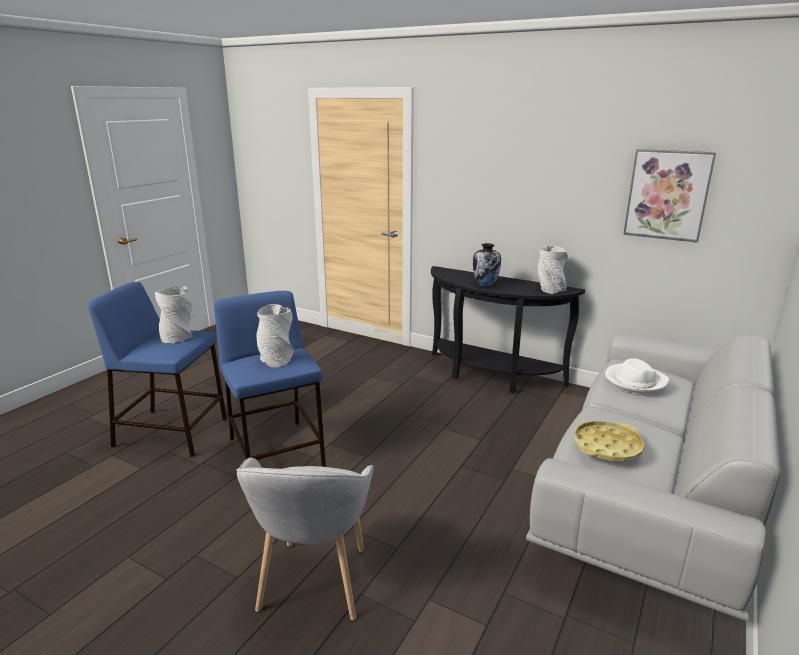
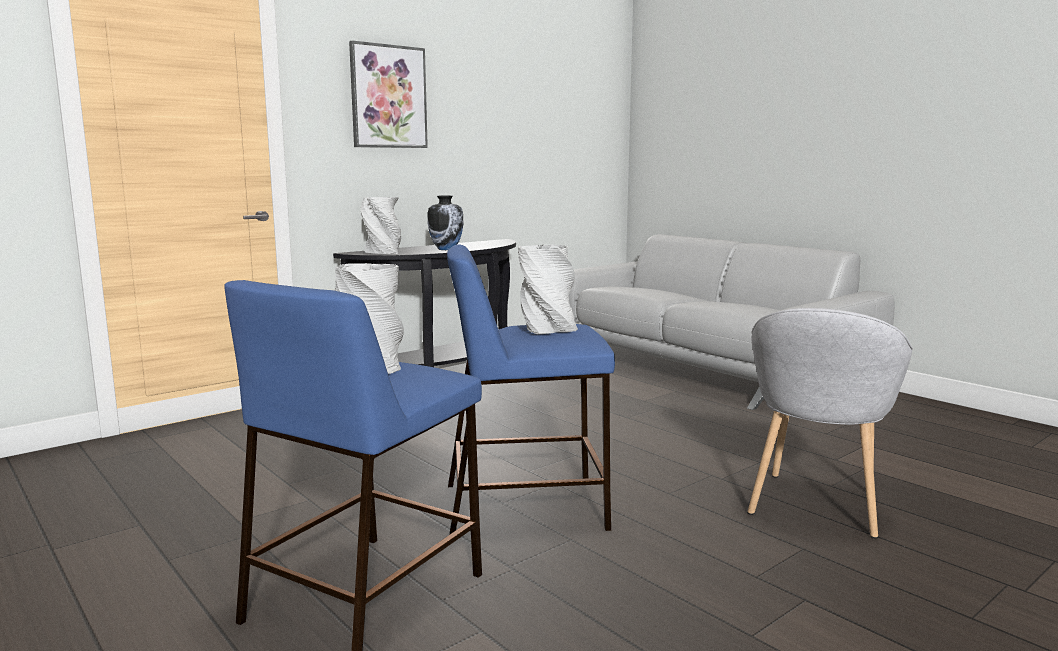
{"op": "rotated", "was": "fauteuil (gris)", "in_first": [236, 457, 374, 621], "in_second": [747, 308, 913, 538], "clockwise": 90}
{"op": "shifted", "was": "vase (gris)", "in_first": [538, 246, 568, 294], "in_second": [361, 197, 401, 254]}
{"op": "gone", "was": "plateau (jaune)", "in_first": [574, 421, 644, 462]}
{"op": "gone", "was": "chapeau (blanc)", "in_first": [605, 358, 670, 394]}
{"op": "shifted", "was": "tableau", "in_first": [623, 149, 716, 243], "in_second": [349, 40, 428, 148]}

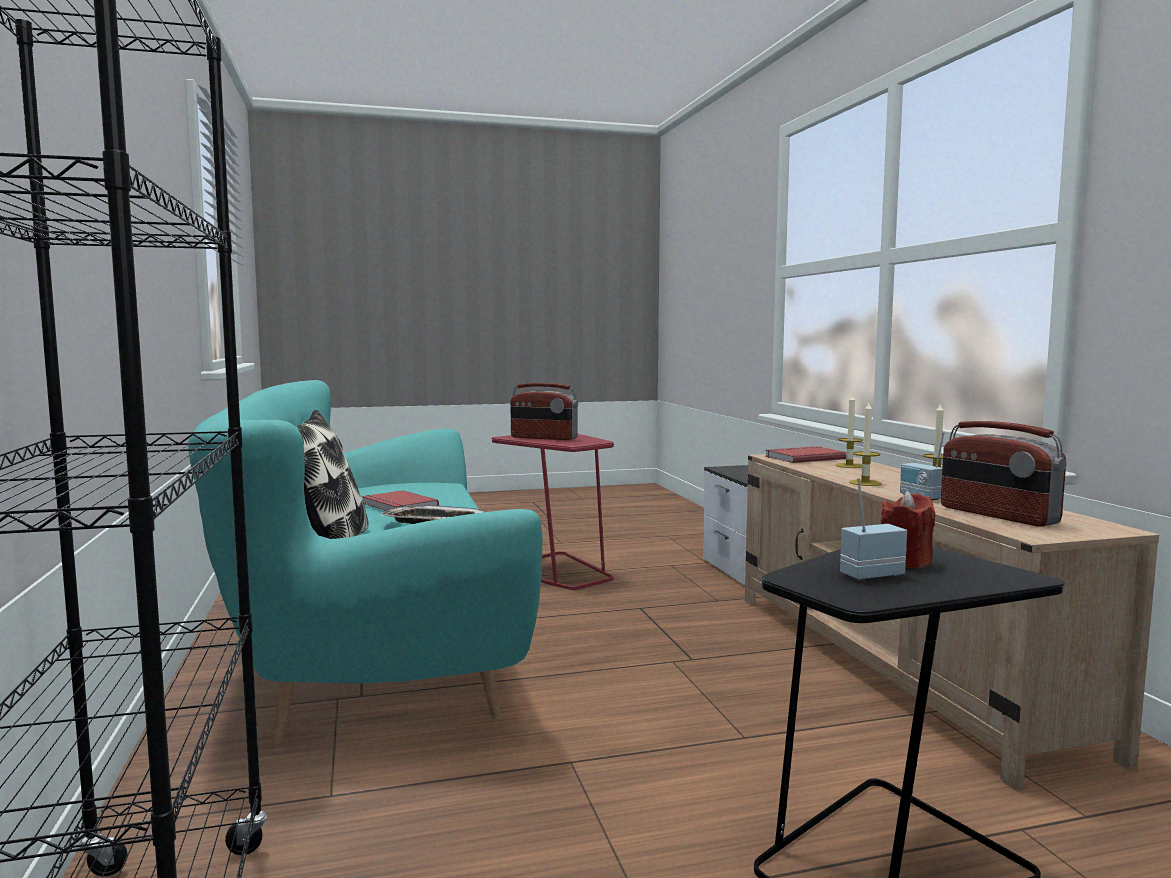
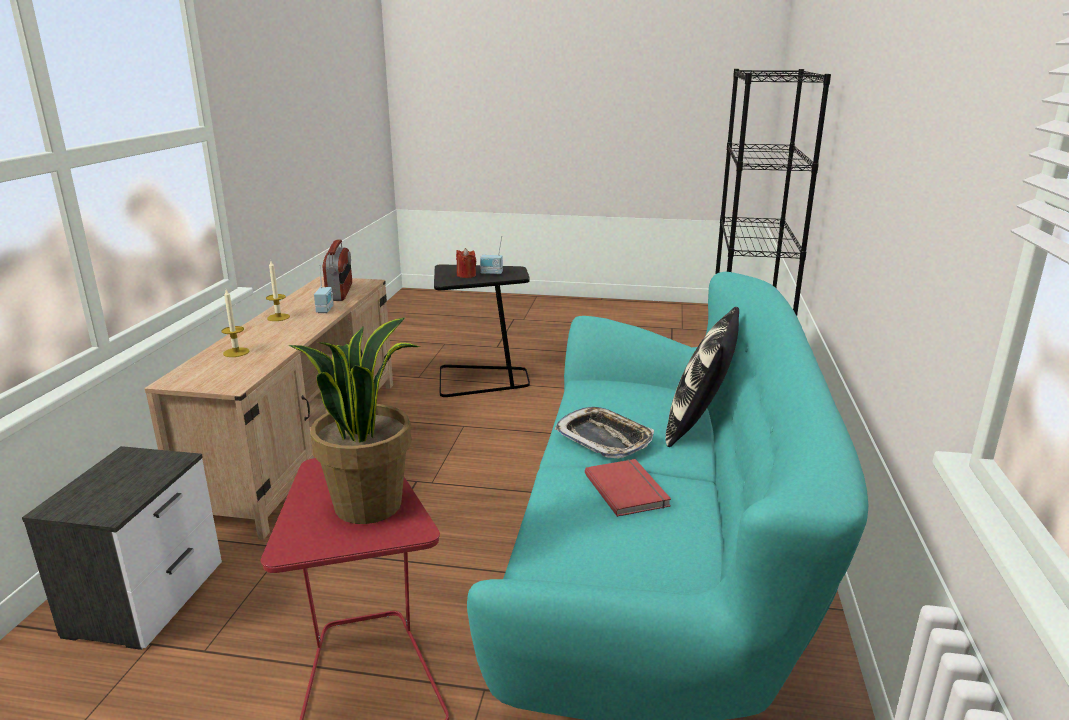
{"op": "swapped", "was": "radio", "now": "plante en pot", "in_first": [510, 383, 578, 440], "in_second": [289, 318, 420, 524]}
{"op": "gone", "was": "livre (rouge)", "in_first": [765, 446, 846, 463]}
{"op": "gone", "was": "bougie", "in_first": [849, 402, 882, 486]}

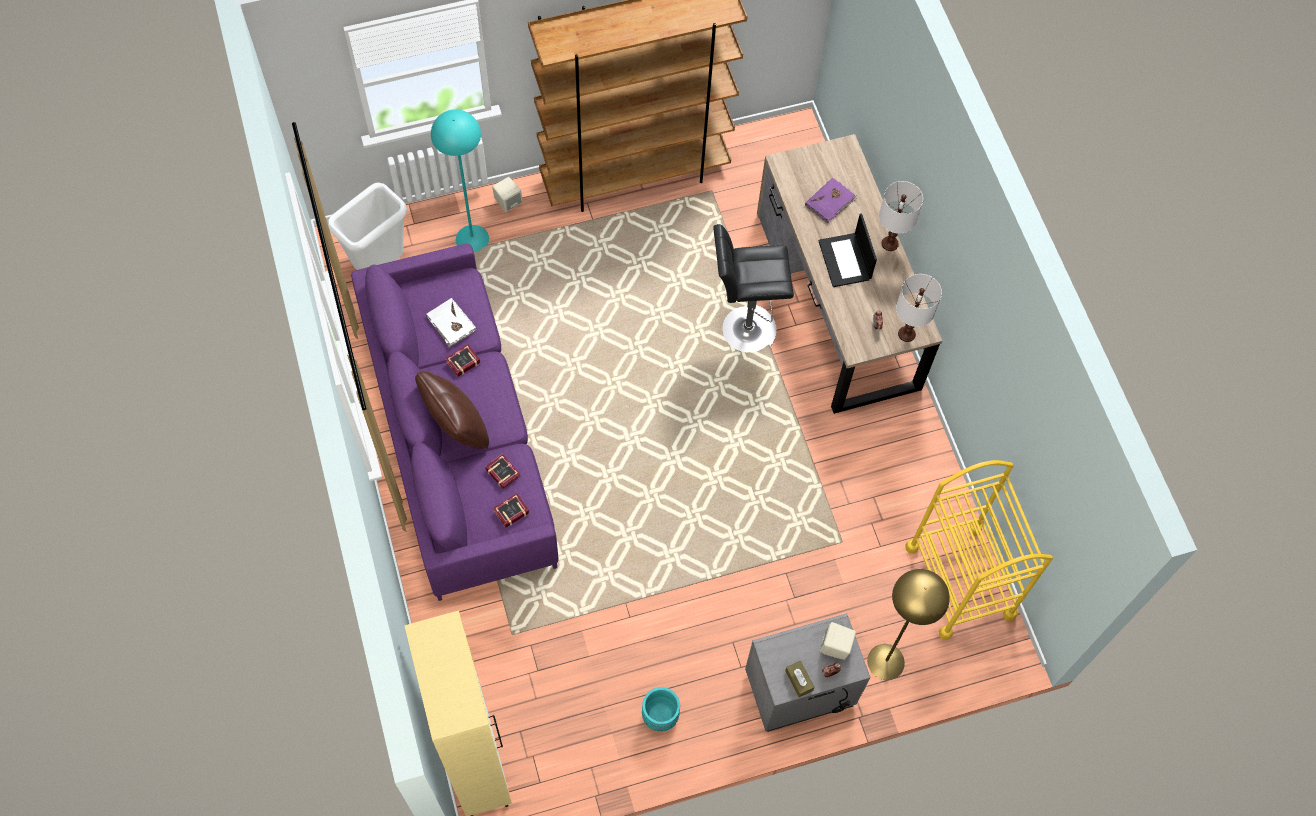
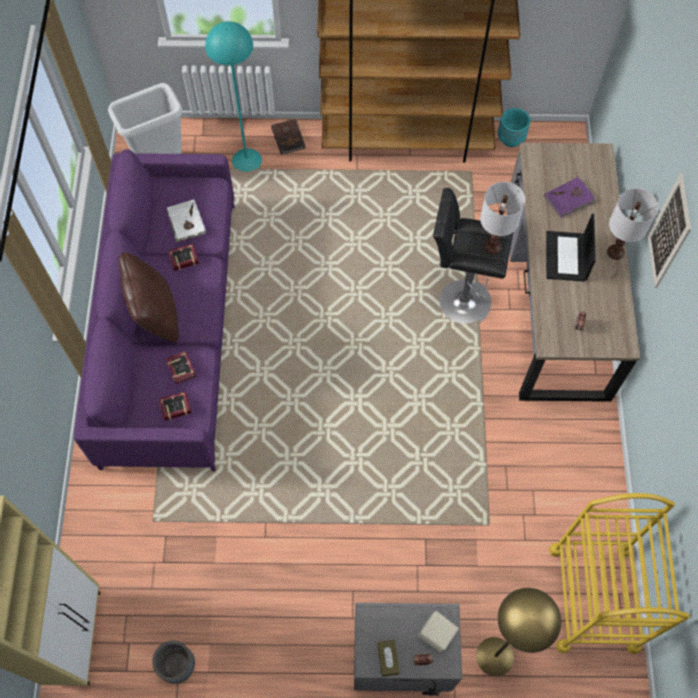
{"op": "swapped", "was": "enceinte (beige)", "now": "livre (marron)", "in_first": [492, 177, 523, 213], "in_second": [271, 119, 306, 155]}
{"op": "shifted", "was": "cache-pot (turquoise)", "in_first": [642, 687, 680, 732], "in_second": [498, 108, 531, 147]}
{"op": "shifted", "was": "lampe de table (blanc)", "in_first": [896, 274, 942, 342], "in_second": [480, 182, 525, 254]}
{"op": "new", "now": "cache-pot (gris)", "in_second": [152, 640, 195, 684]}
{"op": "new", "now": "tableau", "in_second": [648, 173, 691, 288]}

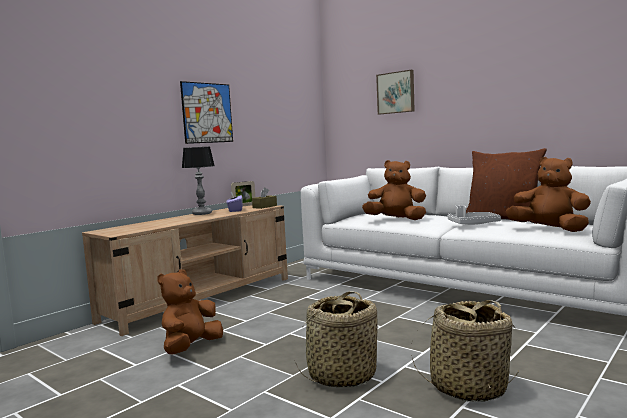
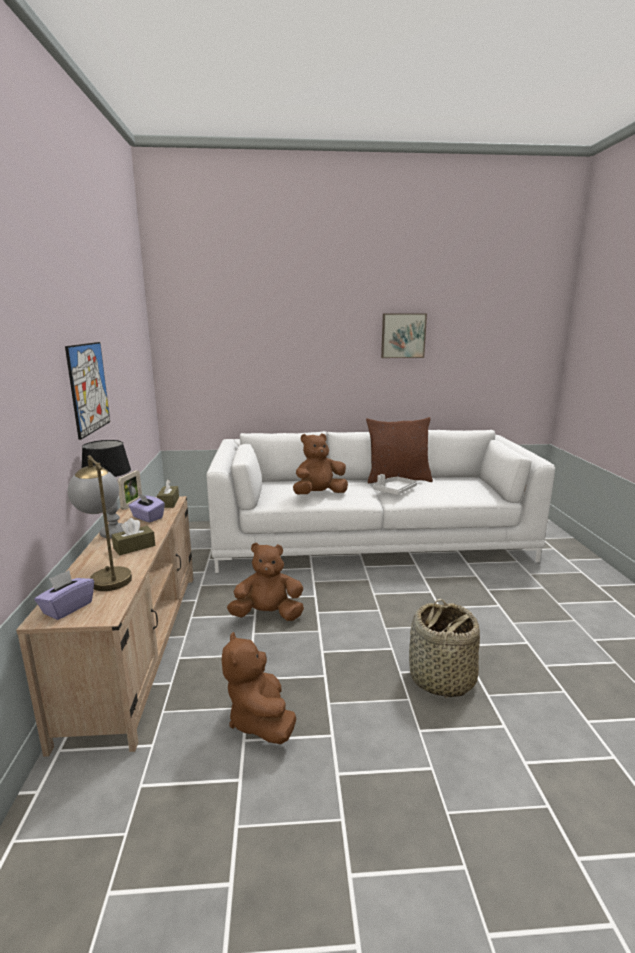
{"op": "shifted", "was": "tableau", "in_first": [376, 70, 415, 114], "in_second": [381, 313, 427, 358]}
{"op": "gone", "was": "panier", "in_first": [411, 300, 520, 402]}
{"op": "shifted", "was": "peluche (marron)", "in_first": [506, 157, 591, 232], "in_second": [227, 543, 304, 621]}
{"op": "new", "now": "boîte à mouchoirs (violet)", "in_second": [34, 570, 94, 620]}
{"op": "new", "now": "lampe de table", "in_second": [68, 455, 132, 591]}
{"op": "new", "now": "boîte à mouchoirs (marron)", "in_second": [112, 518, 155, 555]}

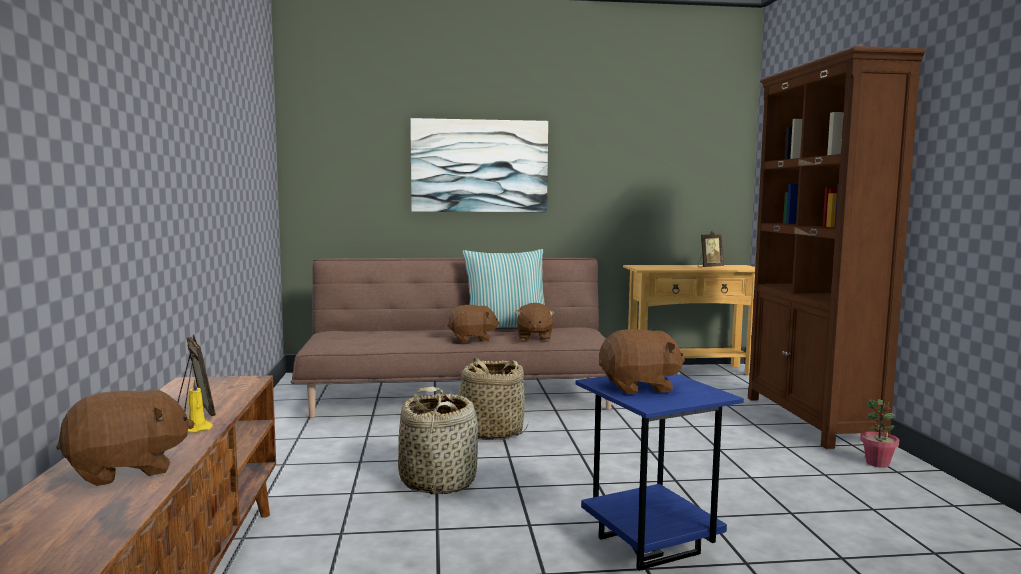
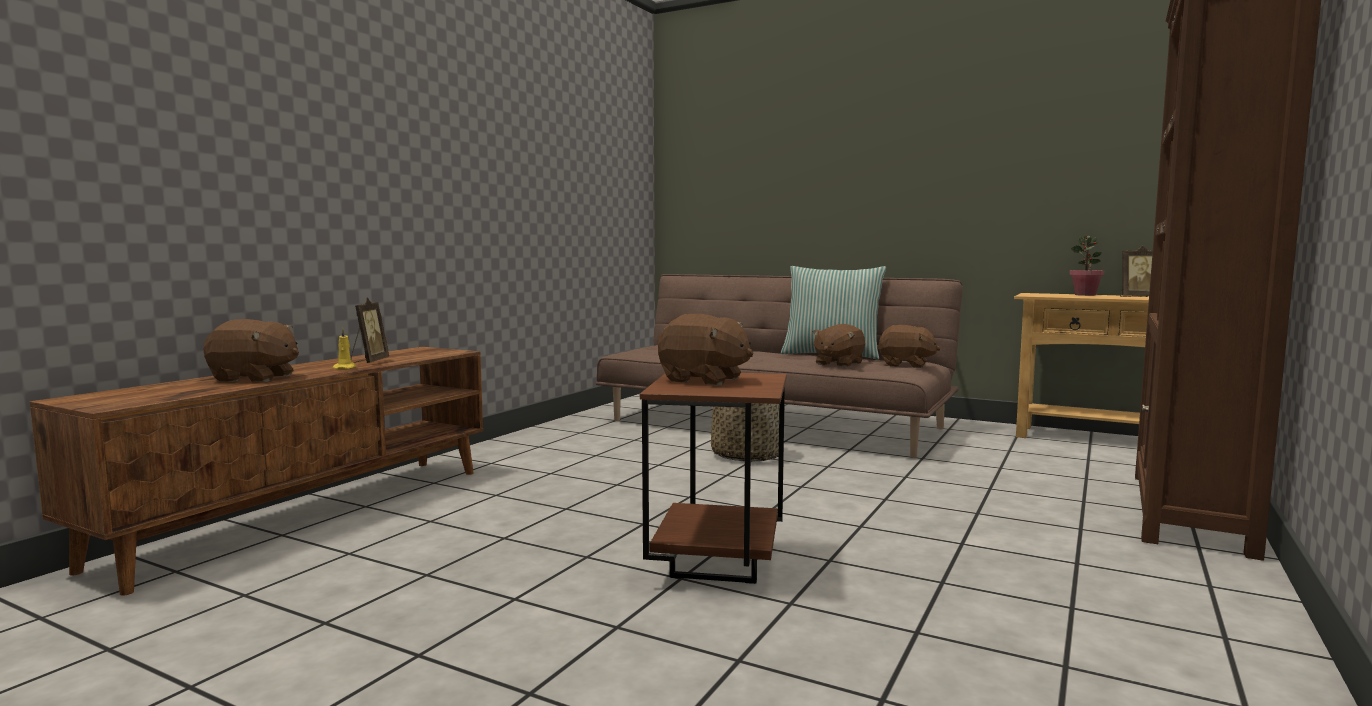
{"op": "gone", "was": "panier", "in_first": [398, 387, 478, 494]}
{"op": "gone", "was": "tableau", "in_first": [410, 118, 548, 212]}
{"op": "shifted", "was": "peluche (marron)", "in_first": [448, 305, 500, 342], "in_second": [878, 325, 940, 368]}
{"op": "repainted", "was": "table d'appoint (bleu)", "now": "table d'appoint (marron)", "in_first": [575, 374, 744, 571], "in_second": [640, 373, 786, 584]}
{"op": "shifted", "was": "plante en pot", "in_first": [860, 399, 900, 468], "in_second": [1069, 236, 1104, 296]}

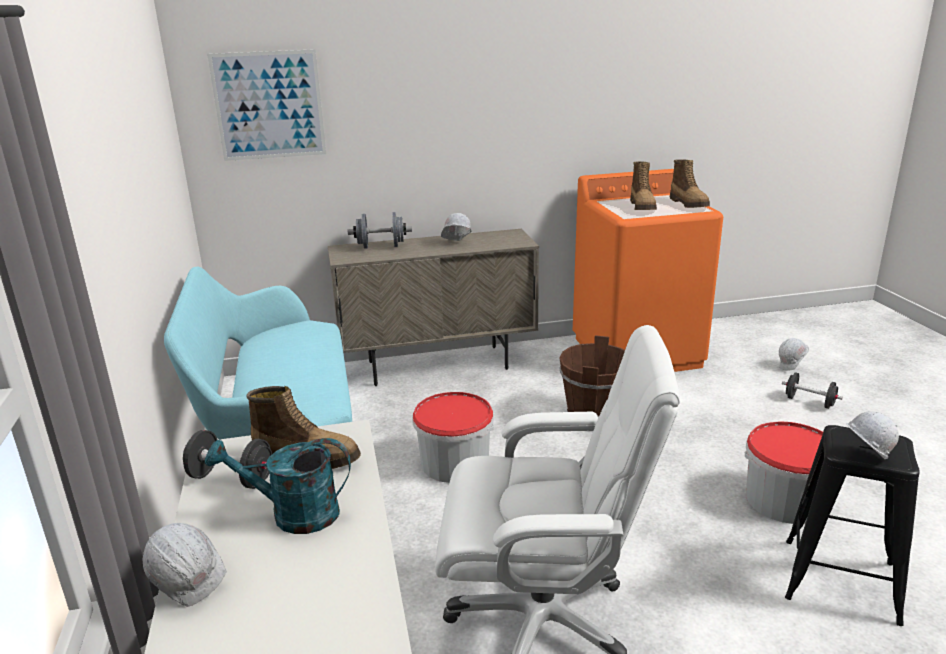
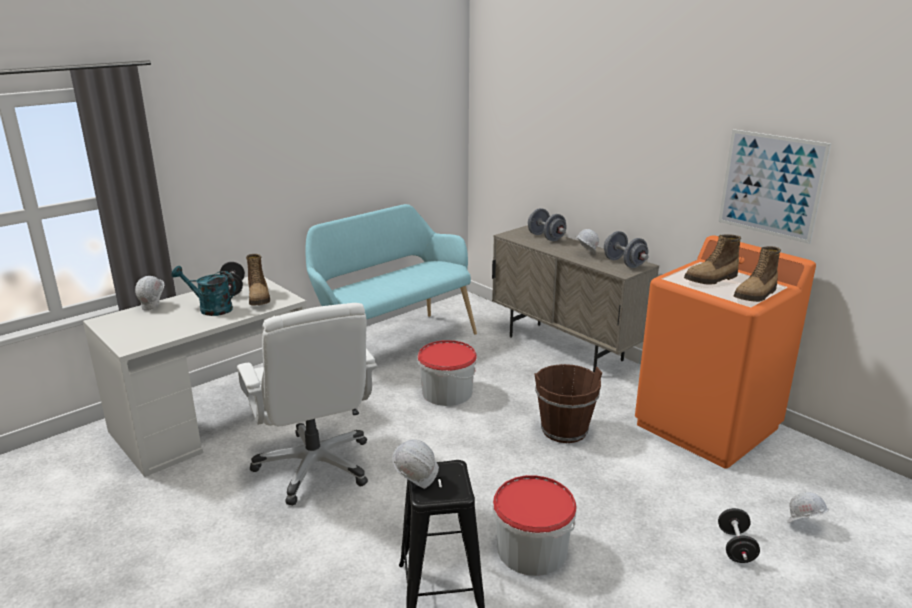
{"op": "rotated", "was": "arrosoir (turquoise)", "in_first": [205, 438, 351, 534], "in_second": [171, 266, 236, 316], "clockwise": -45}
{"op": "shifted", "was": "tableau", "in_first": [207, 49, 326, 161], "in_second": [719, 129, 831, 244]}
{"op": "new", "now": "haltère (gris)", "in_second": [604, 231, 649, 268]}

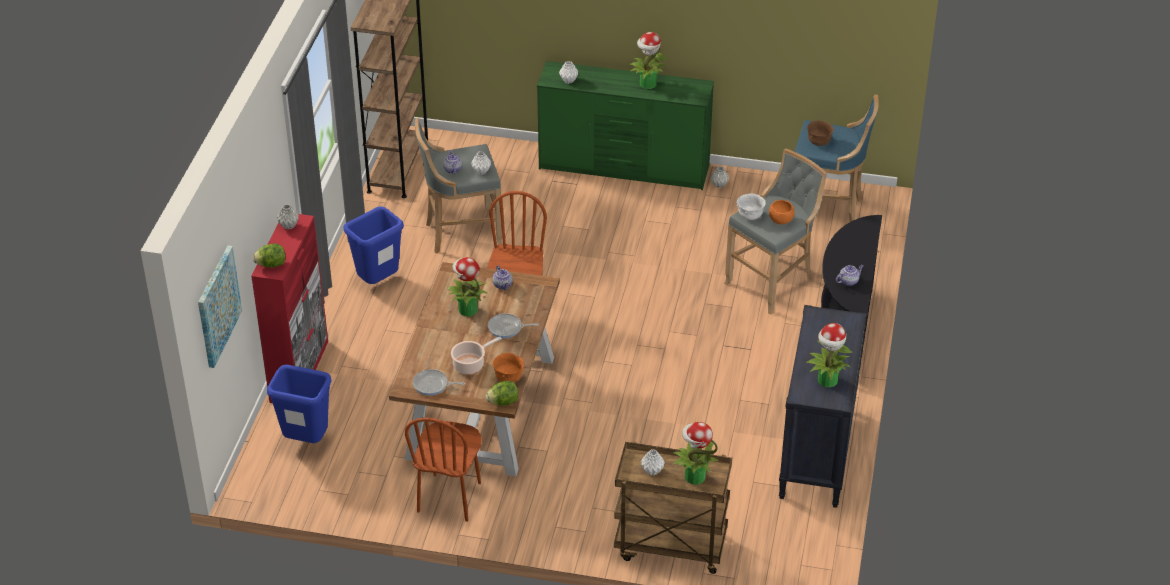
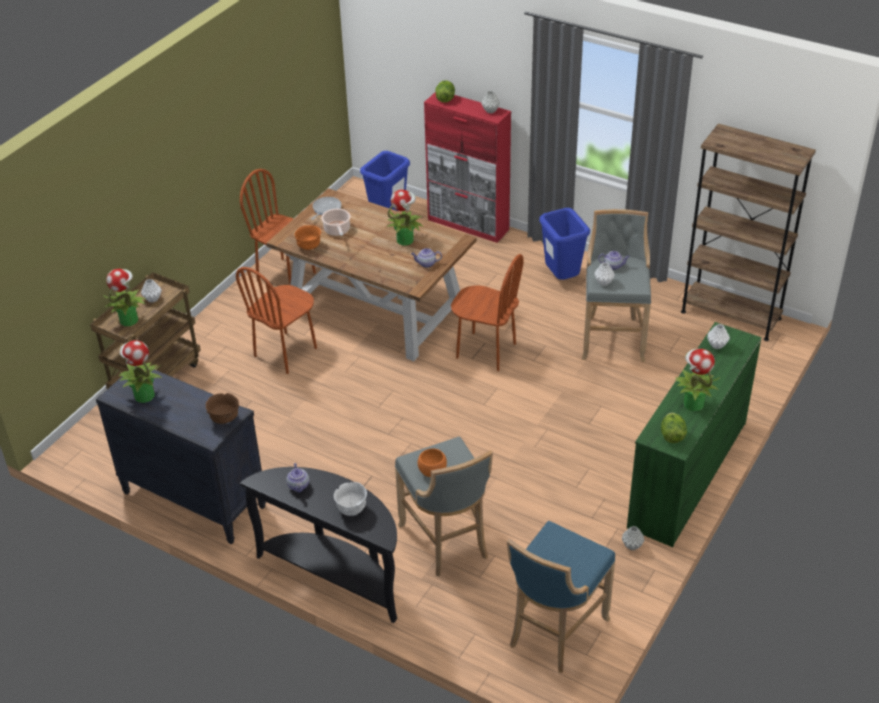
{"op": "gone", "was": "tableau", "in_first": [198, 246, 242, 368]}
{"op": "shifted", "was": "laitue", "in_first": [486, 381, 518, 406], "in_second": [661, 413, 687, 443]}
{"op": "gone", "was": "poêle", "in_first": [488, 313, 539, 338]}
{"op": "shifted", "was": "bol (blanc)", "in_first": [737, 194, 766, 220], "in_second": [334, 482, 367, 516]}
{"op": "shifted", "was": "bol (marron)", "in_first": [807, 120, 834, 146], "in_second": [206, 393, 239, 424]}
{"op": "new", "now": "chaise (marron)", "in_second": [236, 267, 317, 374]}

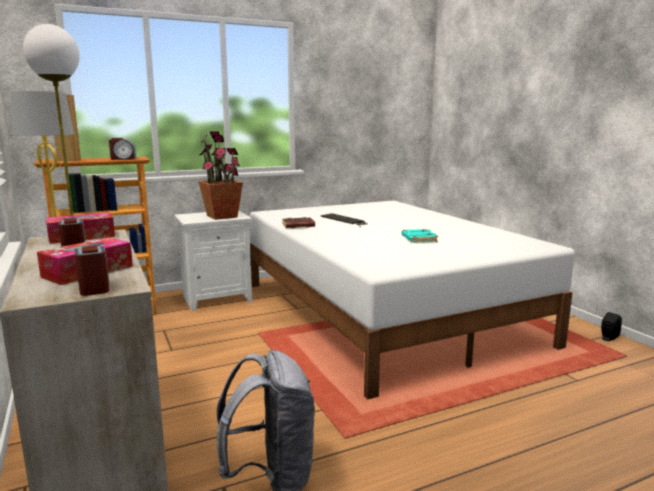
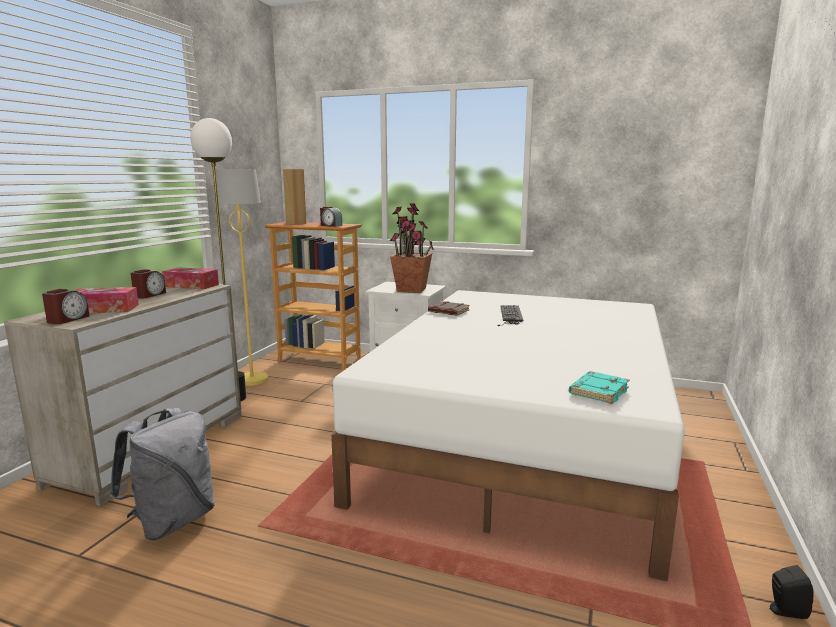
{"op": "shifted", "was": "livre (turquoise)", "in_first": [402, 229, 438, 243], "in_second": [569, 371, 629, 404]}

